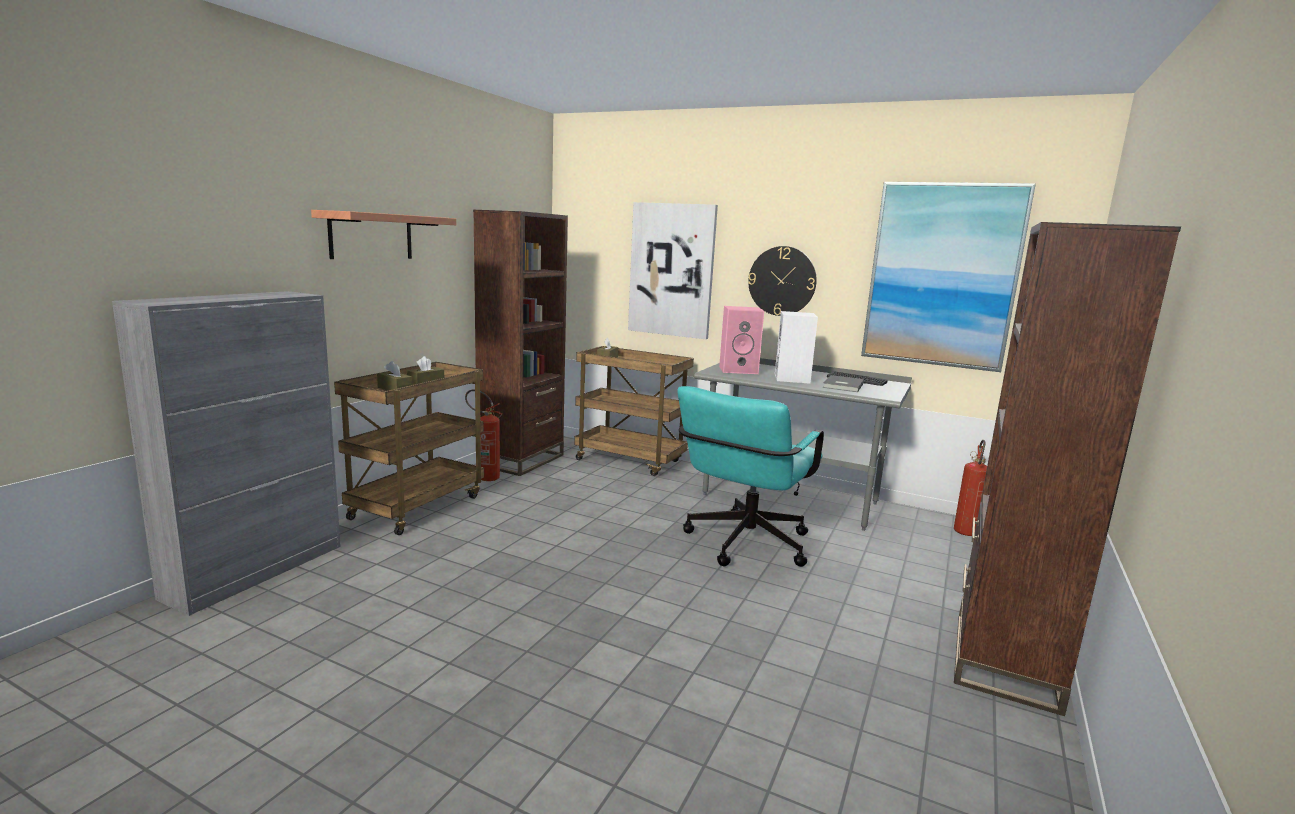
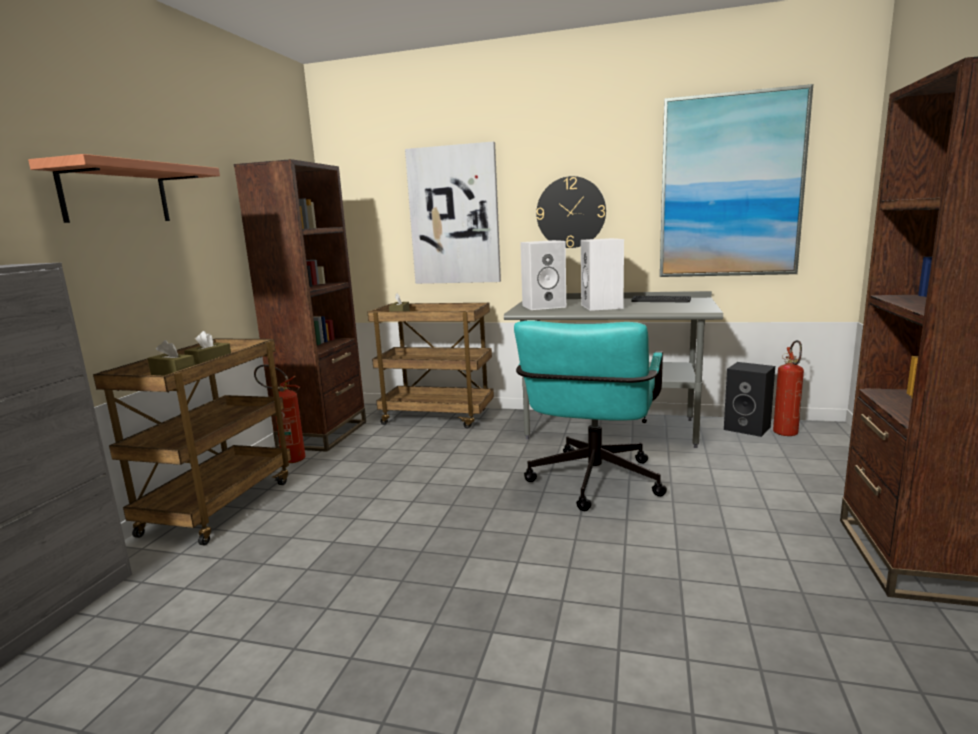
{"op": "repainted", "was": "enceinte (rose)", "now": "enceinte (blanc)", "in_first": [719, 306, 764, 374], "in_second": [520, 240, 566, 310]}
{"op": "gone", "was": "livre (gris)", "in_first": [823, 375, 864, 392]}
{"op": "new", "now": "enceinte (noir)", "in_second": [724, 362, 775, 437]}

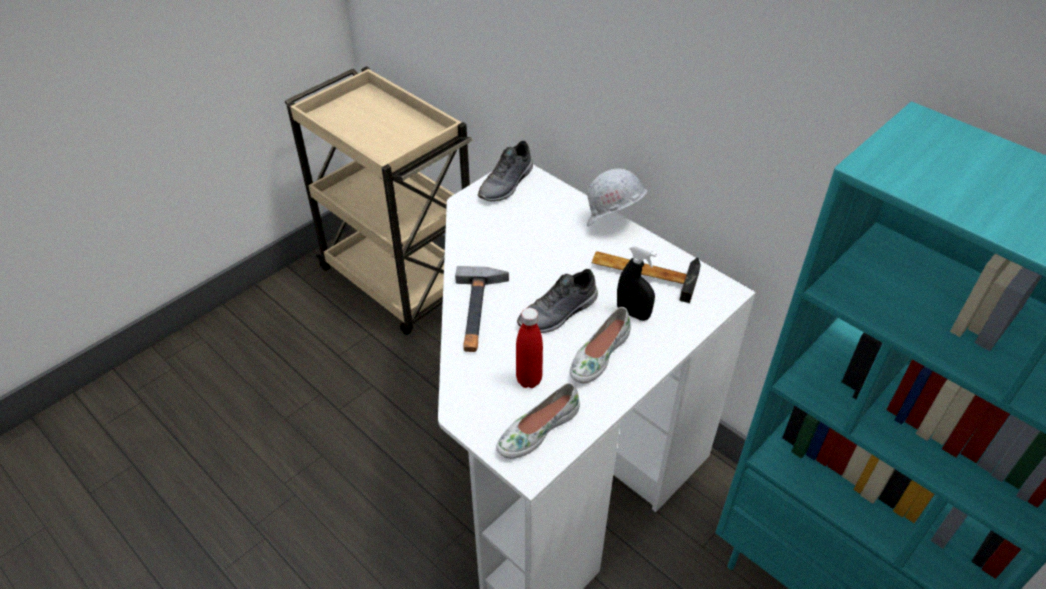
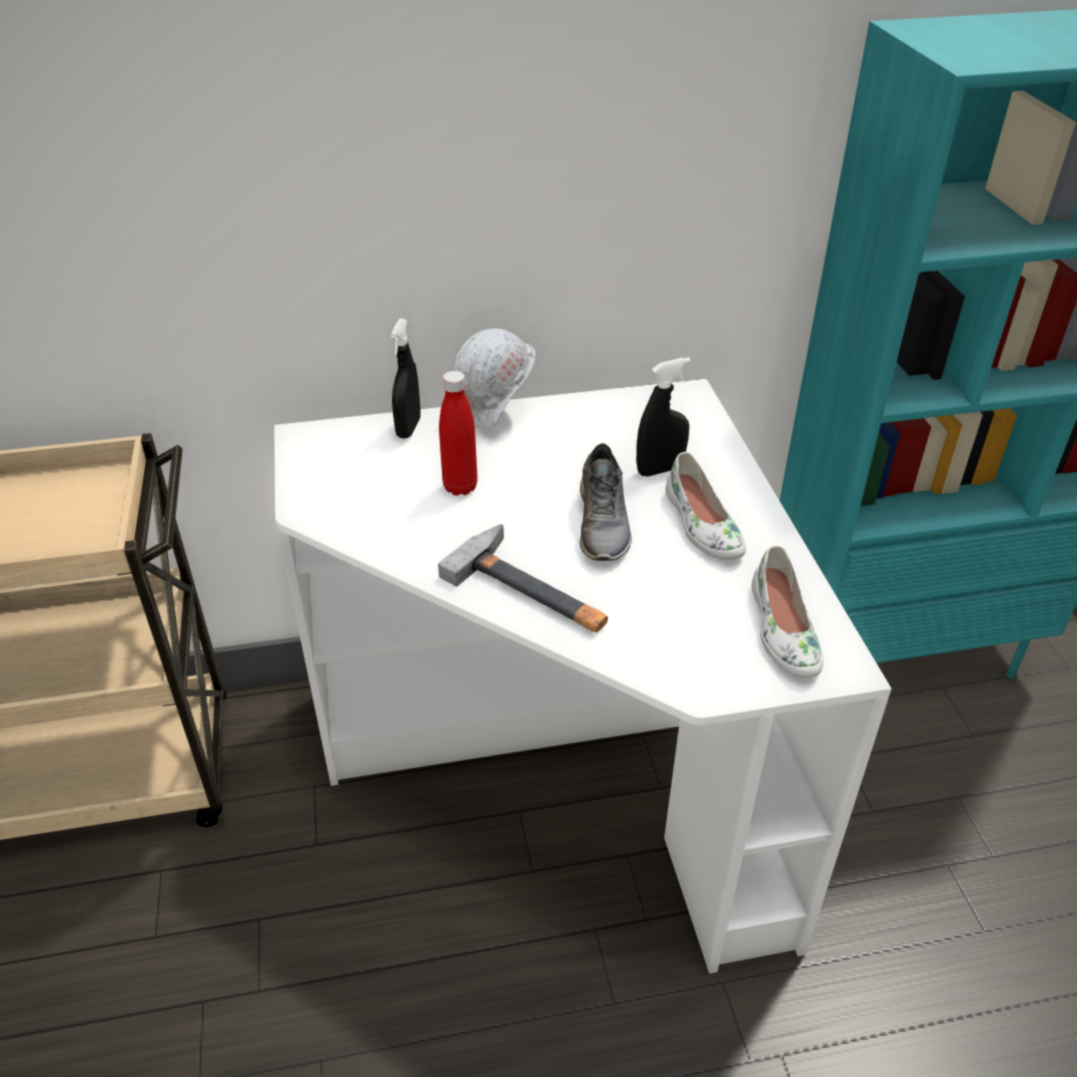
{"op": "gone", "was": "chaussure (gris)", "in_first": [478, 141, 533, 201]}
{"op": "shifted", "was": "bouteille (rouge)", "in_first": [516, 308, 543, 388], "in_second": [439, 371, 478, 496]}
{"op": "gone", "was": "marteau", "in_first": [592, 251, 701, 303]}
{"op": "new", "now": "vaporisateur (noir)", "in_second": [390, 318, 420, 438]}

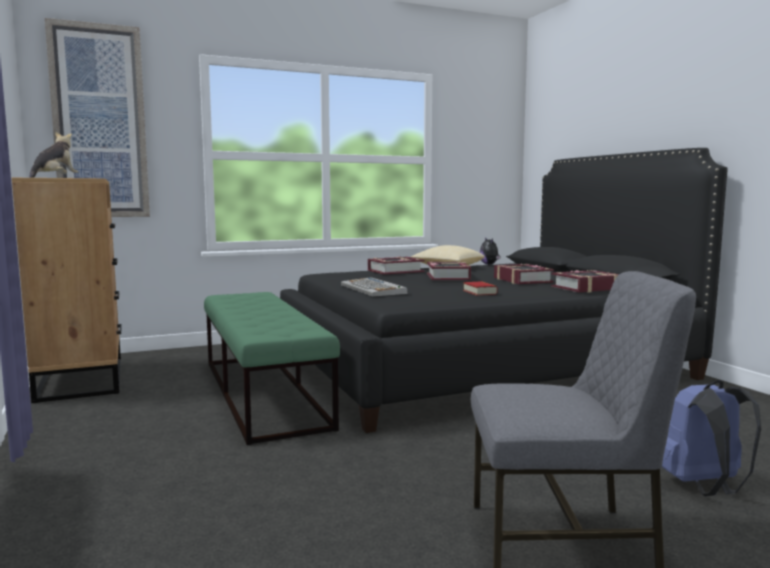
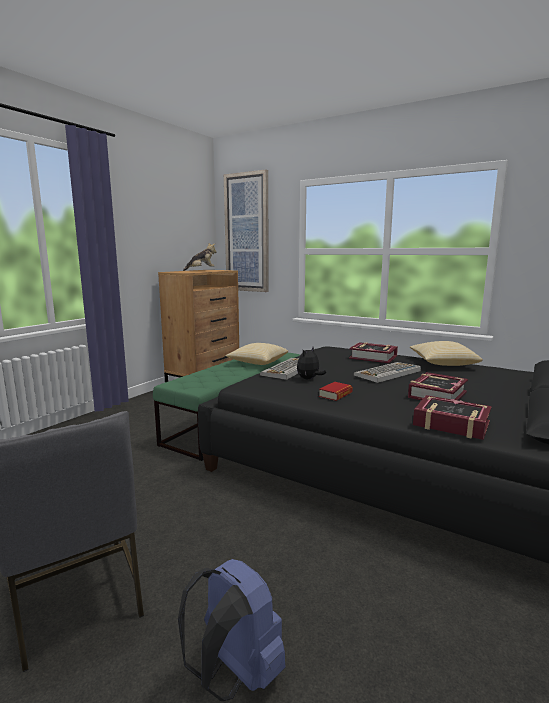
{"op": "swapped", "was": "livre", "now": "clavier", "in_first": [427, 261, 471, 280], "in_second": [354, 362, 421, 383]}
{"op": "shifted", "was": "peluche", "in_first": [480, 237, 500, 265], "in_second": [297, 347, 326, 379]}
{"op": "new", "now": "coussin", "in_second": [226, 343, 288, 365]}

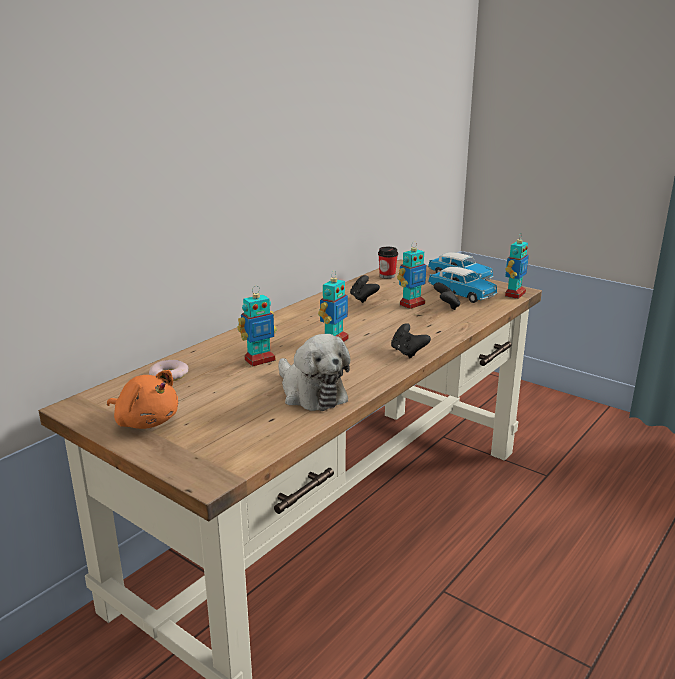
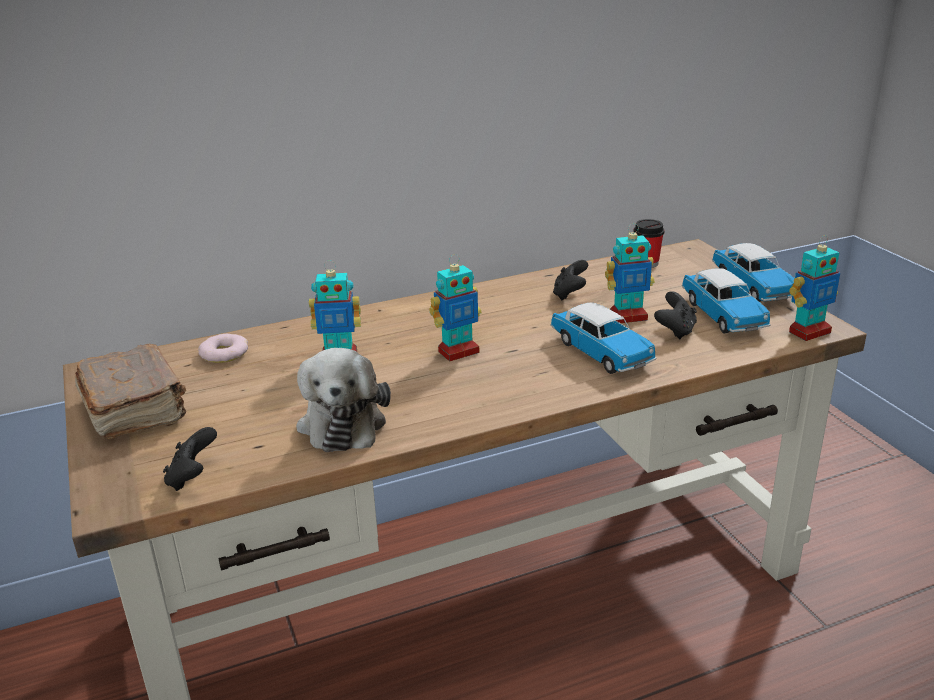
{"op": "swapped", "was": "peluche (orange)", "now": "livre (marron)", "in_first": [107, 370, 178, 429], "in_second": [75, 344, 186, 439]}
{"op": "shifted", "was": "manette (noir)", "in_first": [391, 323, 431, 358], "in_second": [163, 427, 217, 491]}
{"op": "new", "now": "petite voiture", "in_second": [550, 302, 657, 374]}

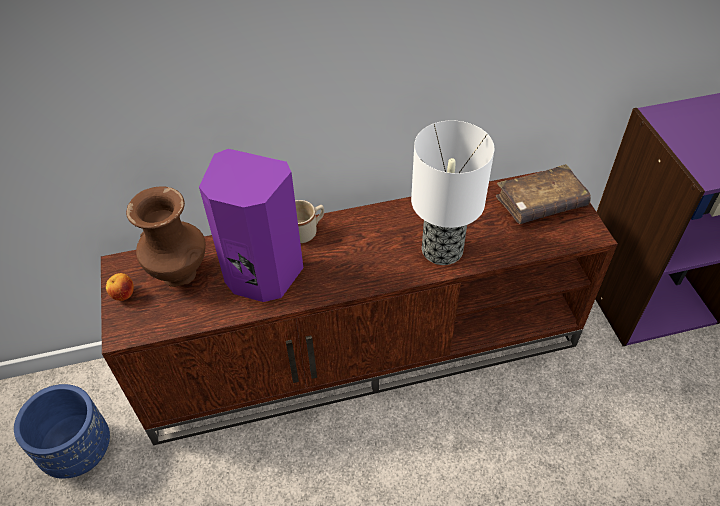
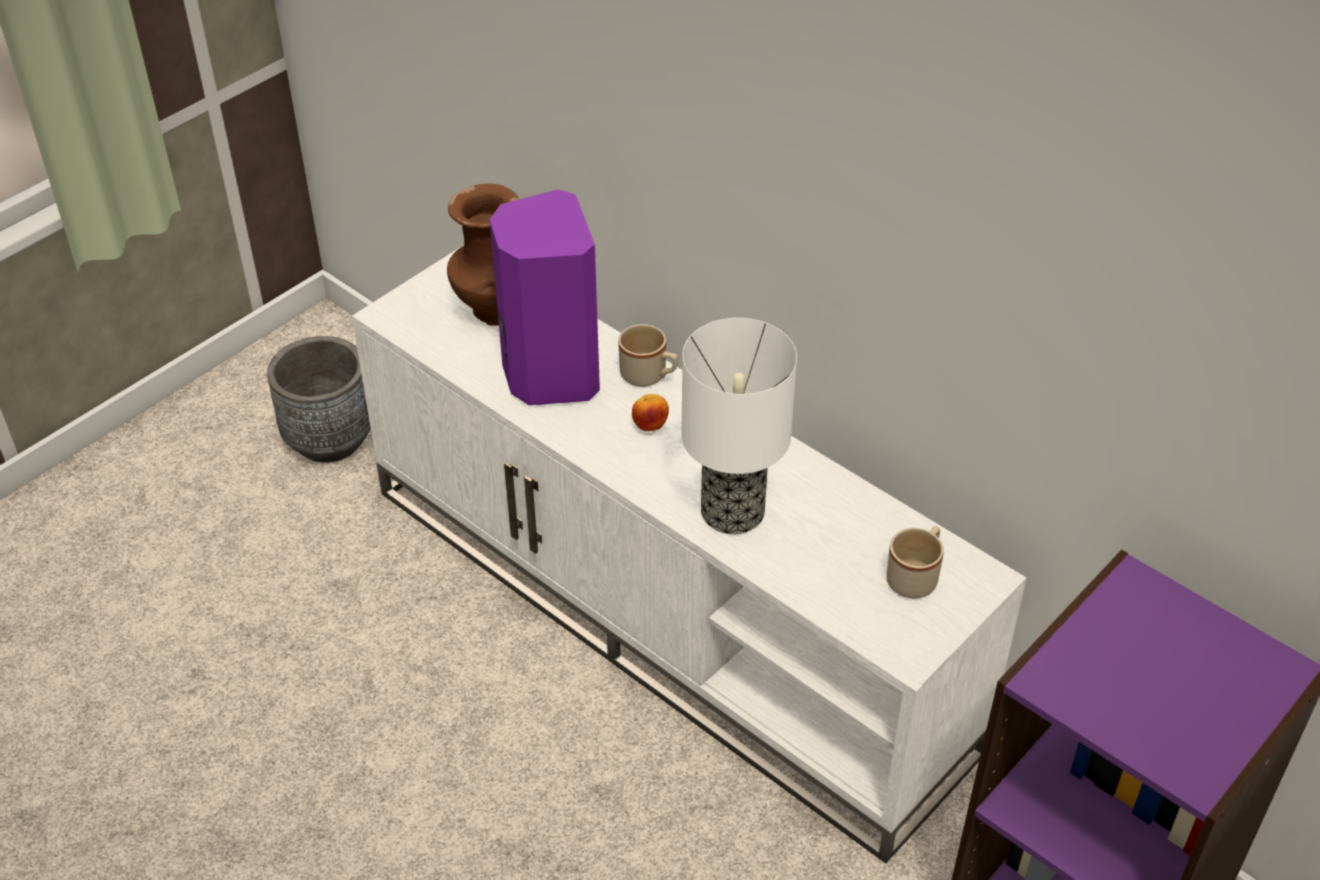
{"op": "repainted", "was": "cache-pot (bleu)", "now": "cache-pot (gris)", "in_first": [14, 384, 110, 479], "in_second": [267, 336, 371, 462]}
{"op": "repainted", "was": "meuble télé (marron)", "now": "meuble télé (blanc)", "in_first": [101, 171, 618, 445], "in_second": [352, 245, 1027, 863]}
{"op": "shifted", "was": "pomme", "in_first": [106, 273, 134, 301], "in_second": [632, 394, 669, 431]}
{"op": "swapped", "was": "livre (marron)", "now": "mug (beige)", "in_first": [496, 164, 591, 224], "in_second": [886, 526, 944, 598]}

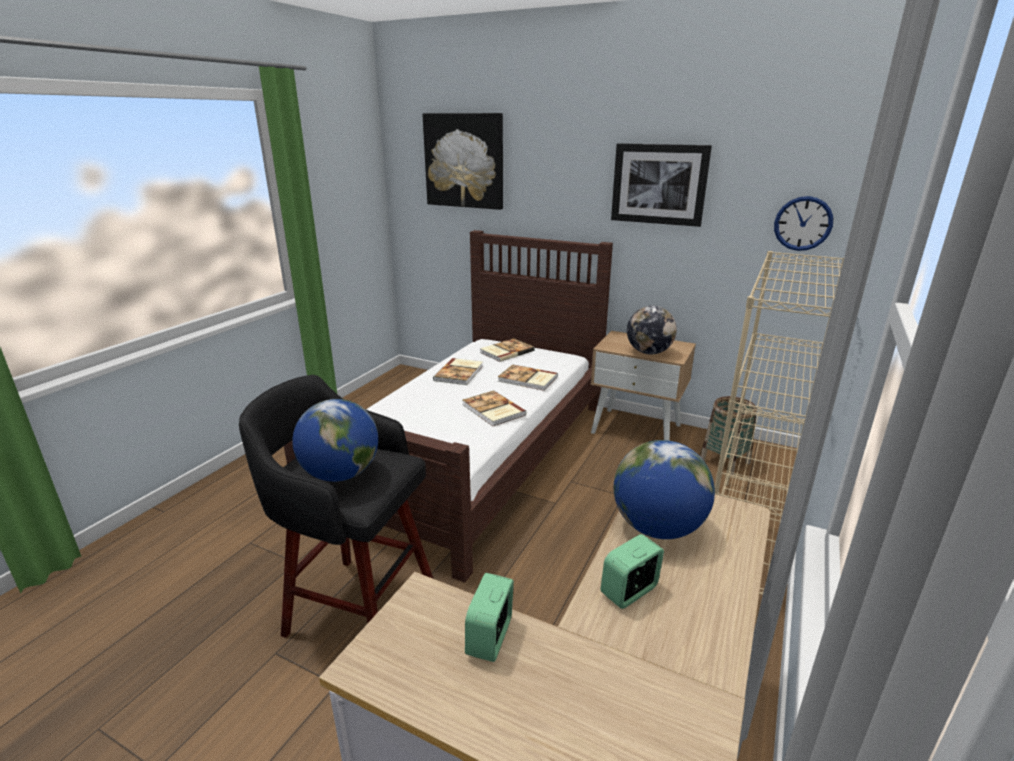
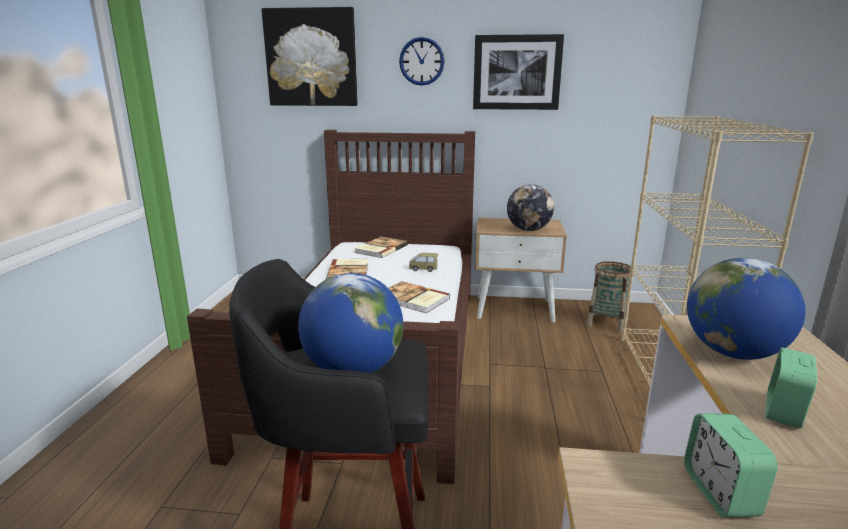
{"op": "swapped", "was": "livre", "now": "petite voiture", "in_first": [498, 364, 558, 391], "in_second": [409, 253, 439, 272]}
{"op": "shifted", "was": "horloge murale", "in_first": [774, 196, 833, 251], "in_second": [399, 37, 445, 86]}

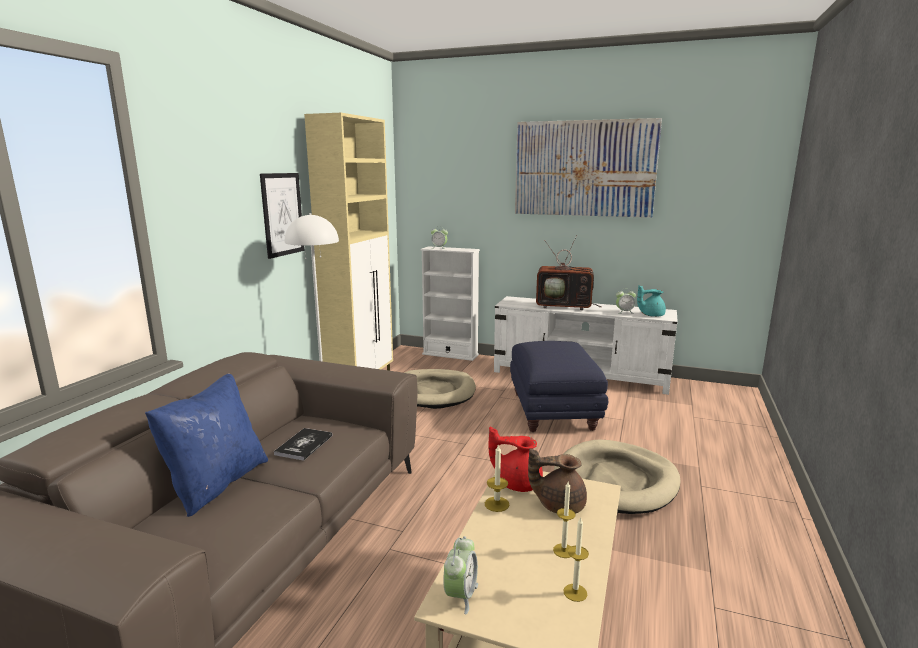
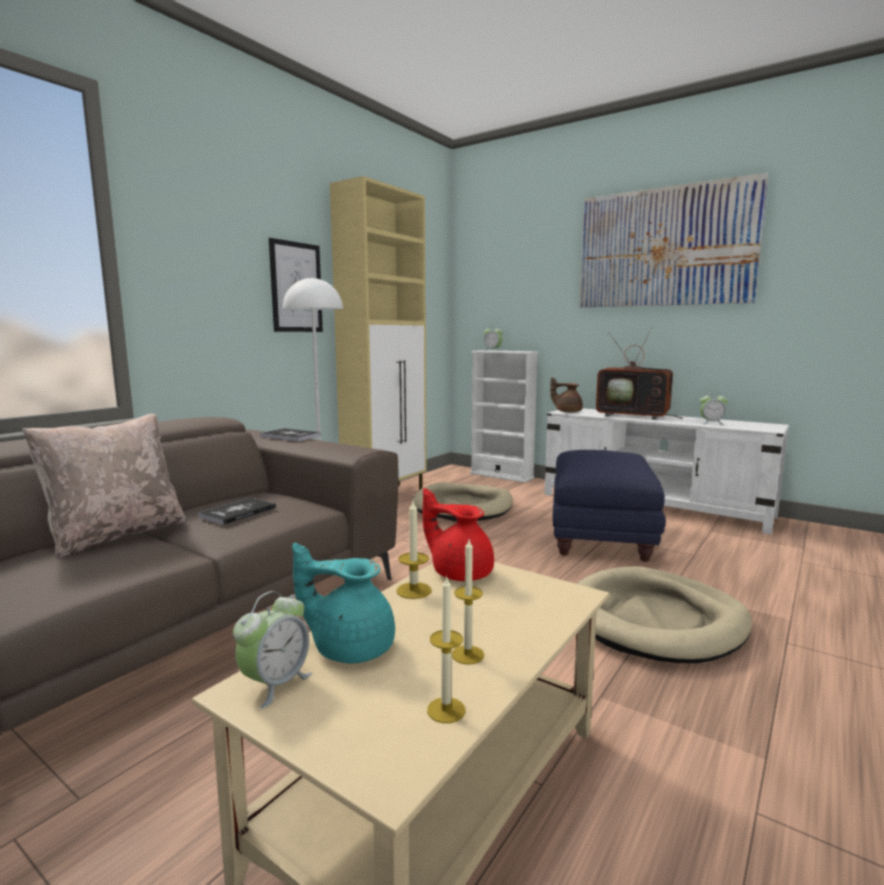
{"op": "repainted", "was": "coussin (bleu)", "now": "coussin (beige)", "in_first": [145, 373, 268, 517], "in_second": [22, 414, 187, 559]}
{"op": "shifted", "was": "théière (marron)", "in_first": [528, 448, 587, 514], "in_second": [550, 377, 583, 412]}
{"op": "shifted", "was": "théière (turquoise)", "in_first": [637, 285, 666, 317], "in_second": [292, 543, 395, 663]}
{"op": "new", "now": "livre", "in_second": [260, 428, 321, 441]}

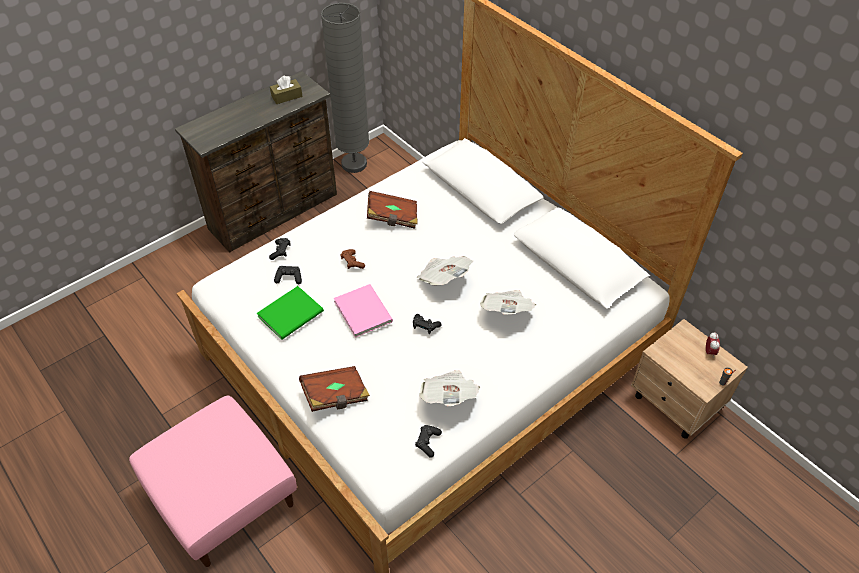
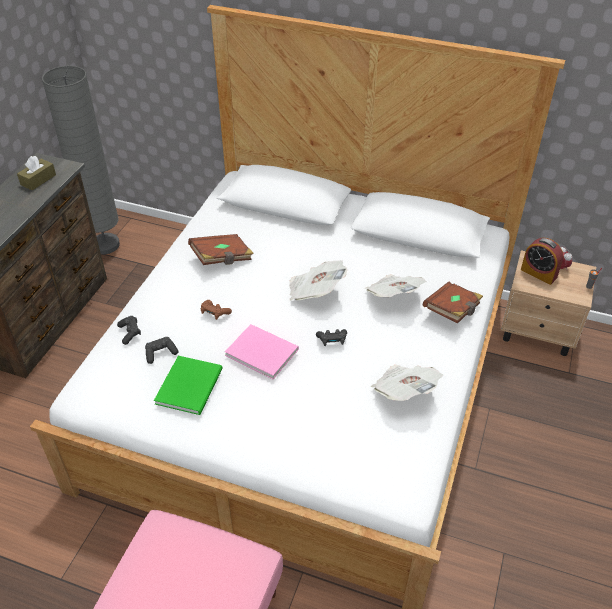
{"op": "shifted", "was": "livre (marron)", "in_first": [299, 366, 370, 412], "in_second": [423, 282, 483, 323]}
{"op": "gone", "was": "manette (noir)", "in_first": [415, 425, 442, 458]}
{"op": "new", "now": "réveil", "in_second": [521, 238, 563, 285]}

